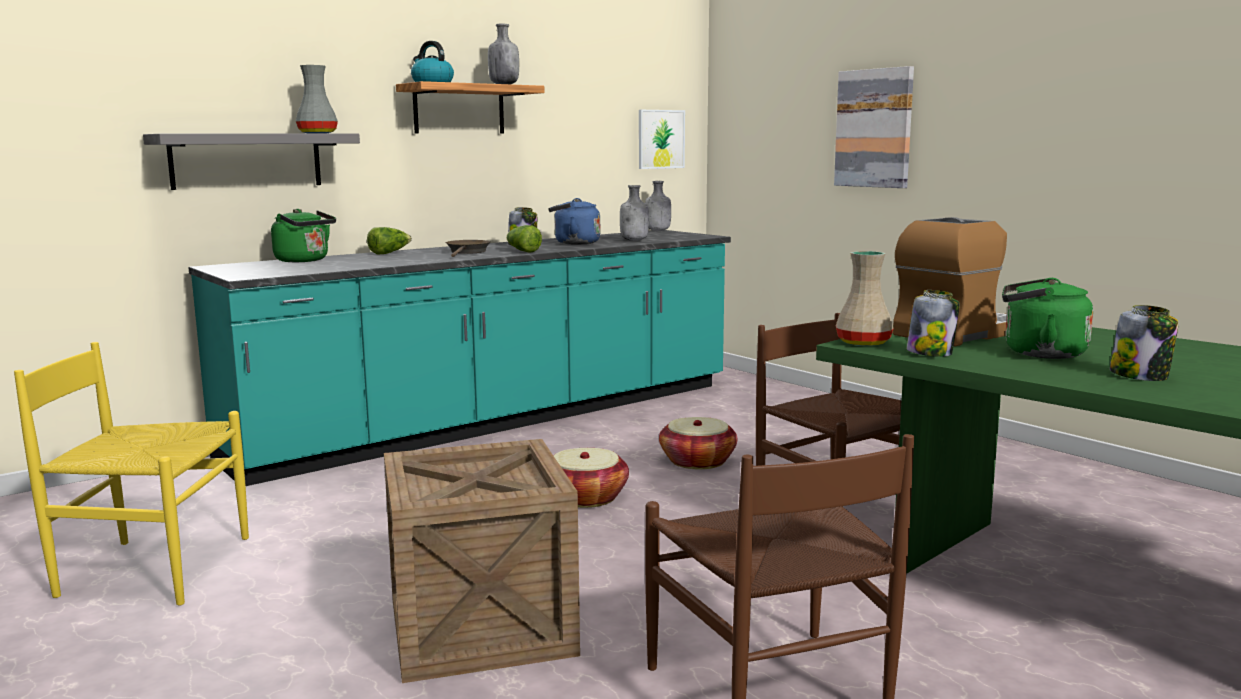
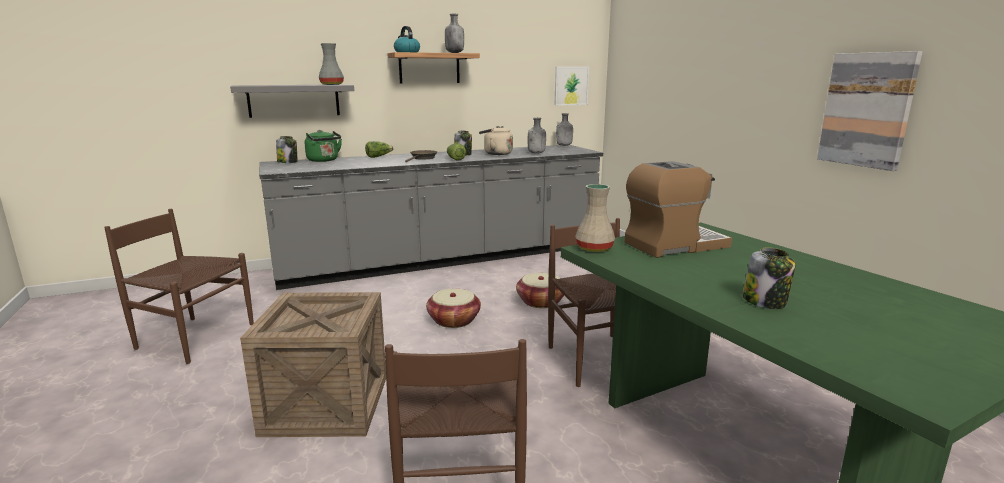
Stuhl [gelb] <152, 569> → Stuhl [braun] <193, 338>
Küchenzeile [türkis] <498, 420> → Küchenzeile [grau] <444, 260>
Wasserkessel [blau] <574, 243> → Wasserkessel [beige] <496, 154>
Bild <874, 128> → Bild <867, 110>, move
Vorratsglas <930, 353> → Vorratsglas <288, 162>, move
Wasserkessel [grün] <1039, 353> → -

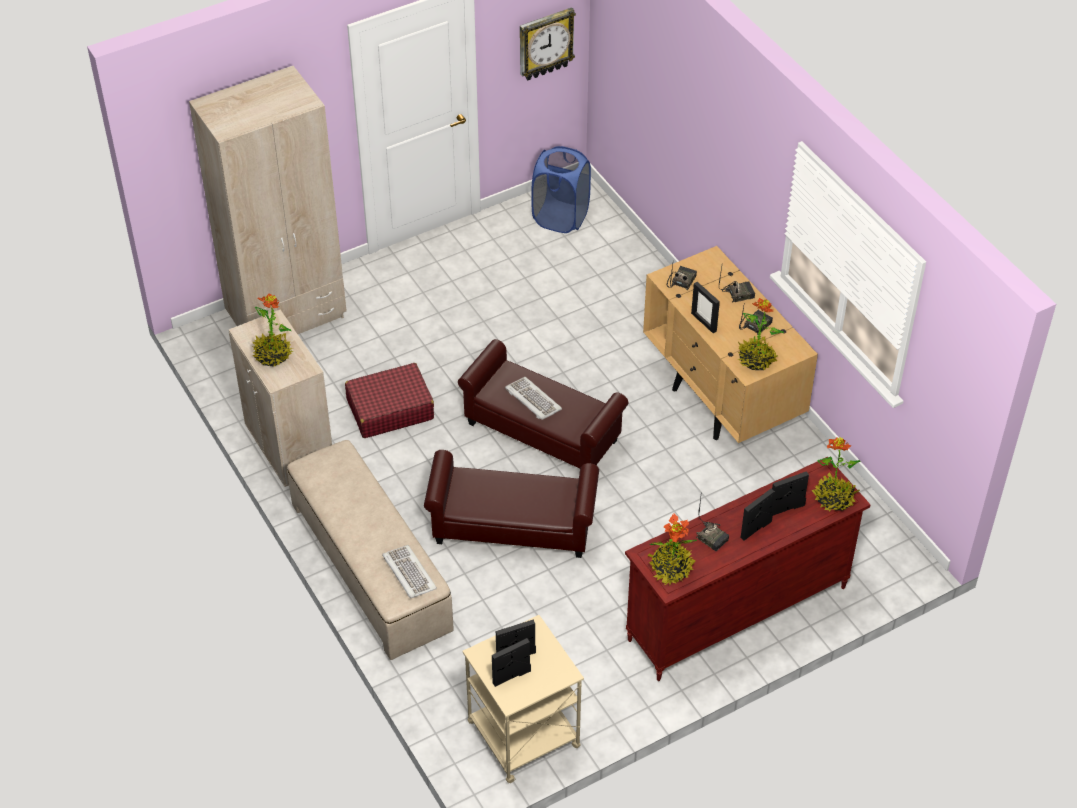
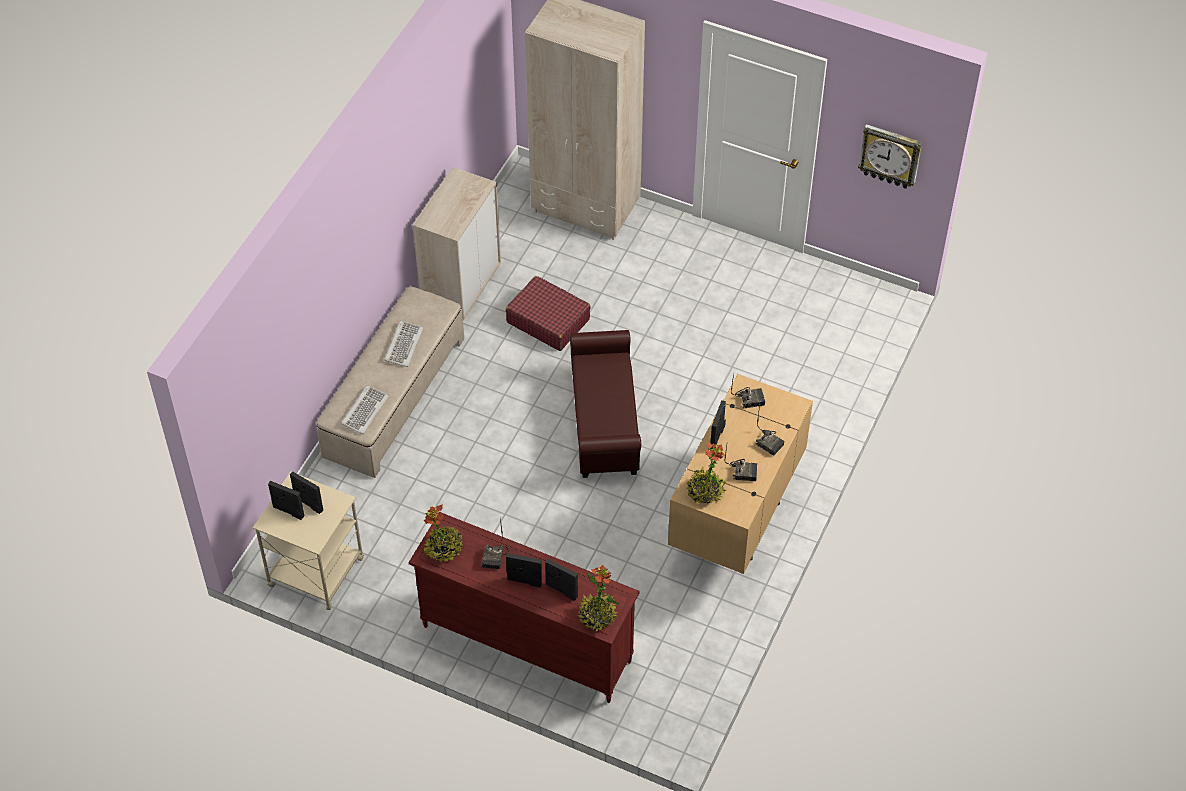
Topfpflanze <273, 355> → -
Polsterhocker [braun] <512, 527> → -
Tastatur <532, 400> → Tastatur <403, 345>, move
Wäschekorb [blau] <560, 217> → -

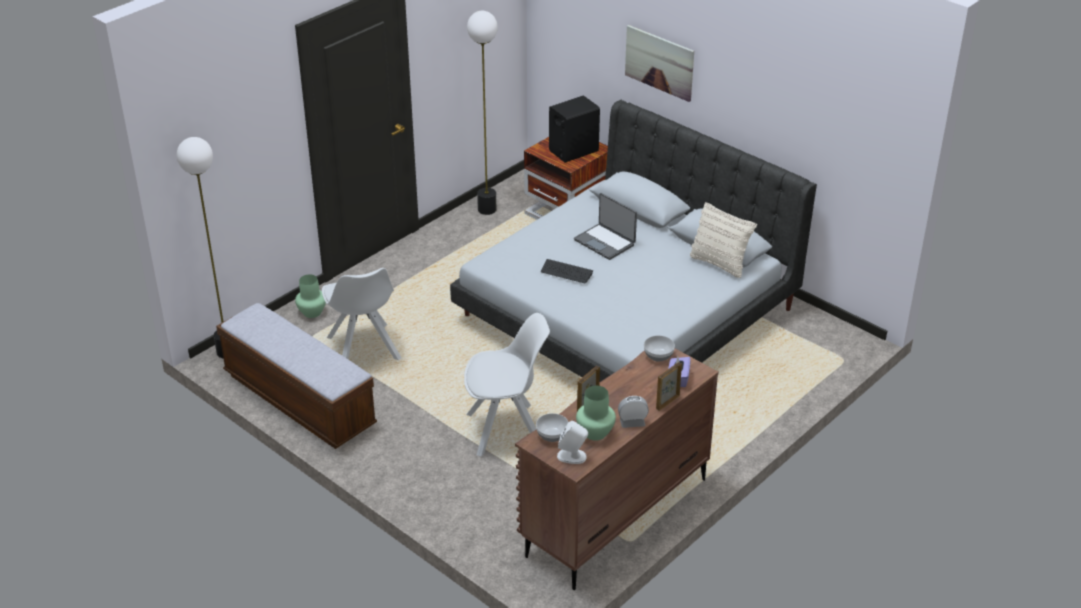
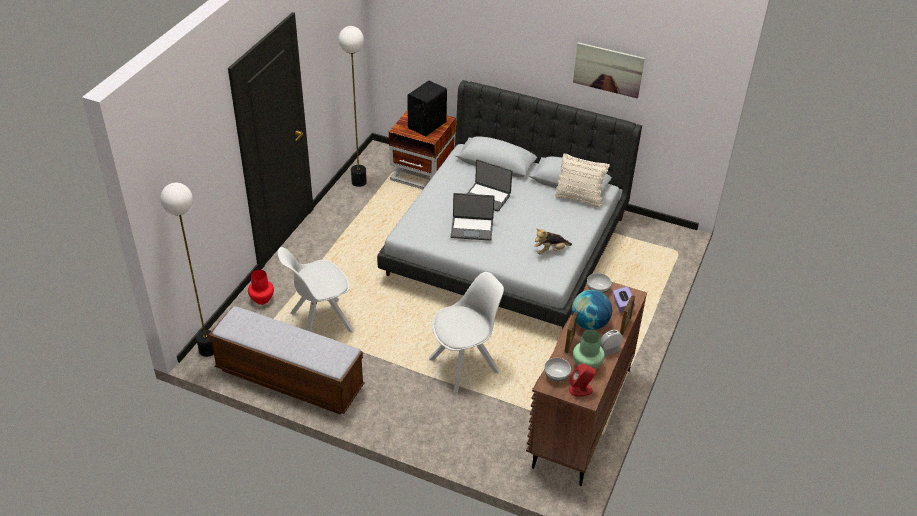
Vase [grün] <312, 312> → Vase [rot] <262, 299>
Stuhl [weiß] <363, 349> → Stuhl [weiß] <320, 322>, 105 degrees clockwise
Tastatur <566, 272> → Laptop <472, 228>
Lautsprecher [weiß] <572, 456> → Lautsprecher [rot] <581, 389>
Bild <659, 62> → Bild <608, 69>, move
- → Plüschtier <550, 250>
- → Globus <589, 324>

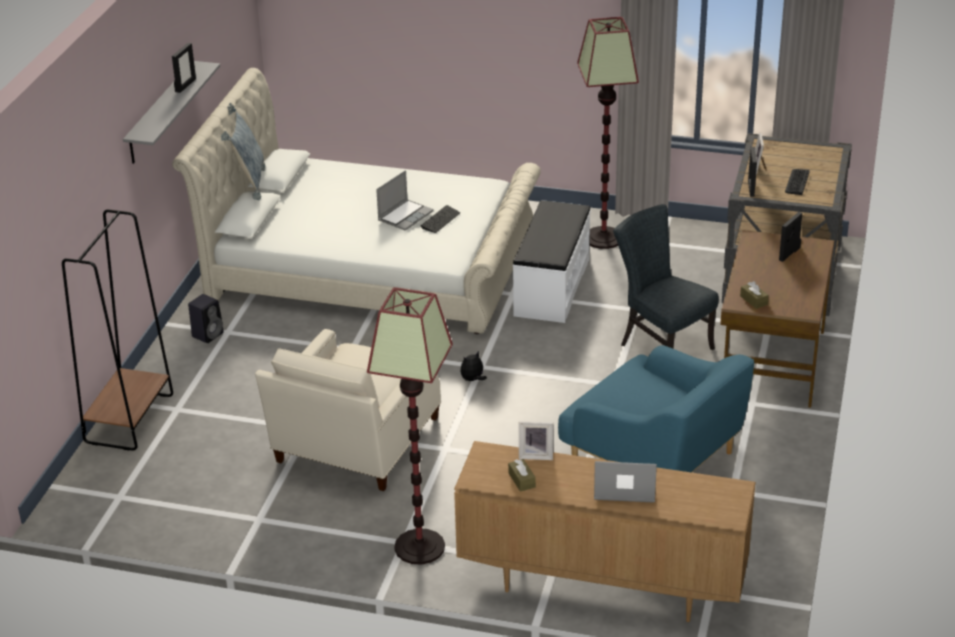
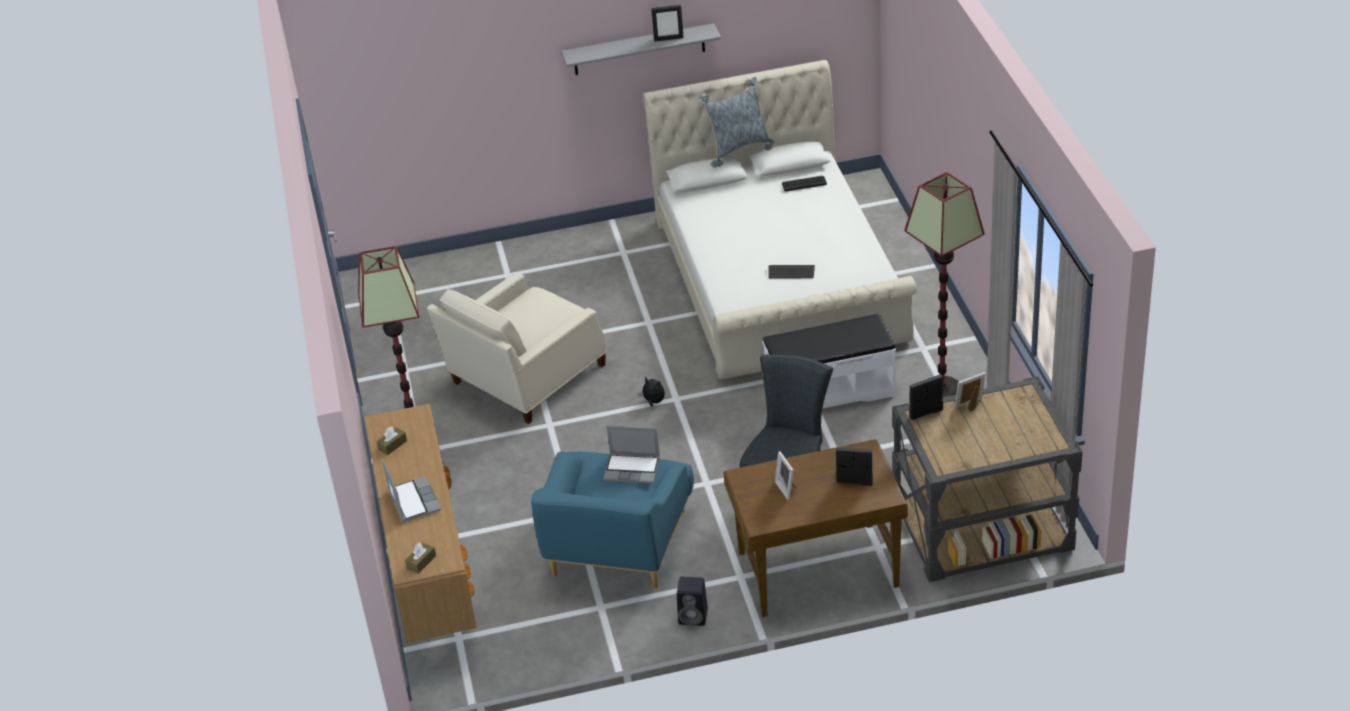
Kleiderständer <129, 419> → -
Lautsprecher [schwarz] <208, 334> → Lautsprecher [schwarz] <694, 616>, move
Sessel [beige] <355, 442> → Sessel [beige] <526, 376>, 45 degrees counterclockwise
Laptop <405, 216> → Laptop <633, 469>, move
Bilderrahmen <536, 455> → Bilderrahmen <787, 488>, move
Taschentuchbox [braun] <753, 300> → Taschentuchbox [braun] <421, 562>, move
Tastatur <797, 182> → Tastatur <804, 183>, move

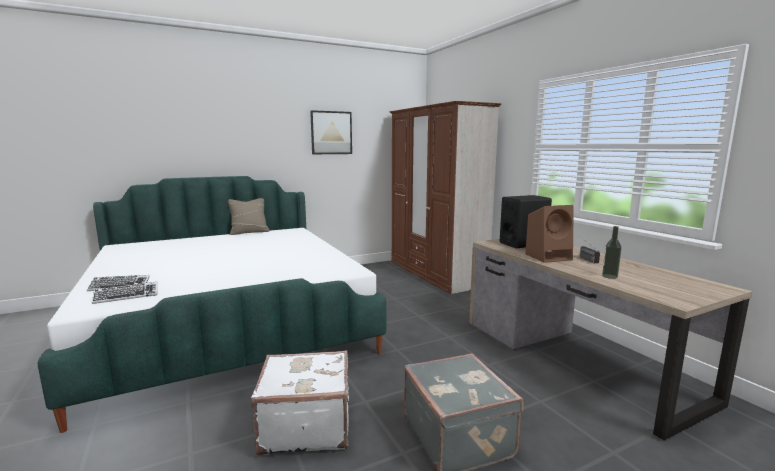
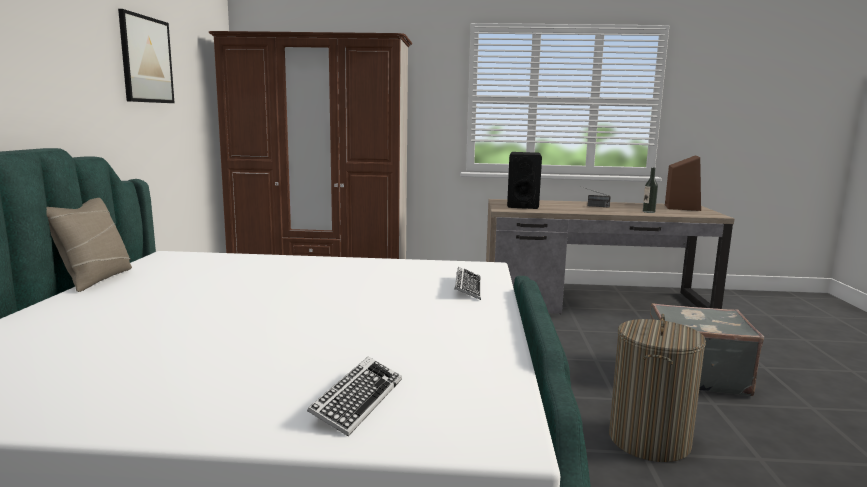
Tastatur <126, 296> → Tastatur <467, 288>, move
Koffer [weiß] <305, 425> → Wäschekorb <649, 440>
Lautsprecher [braun] <549, 257> → Lautsprecher [braun] <681, 207>, move

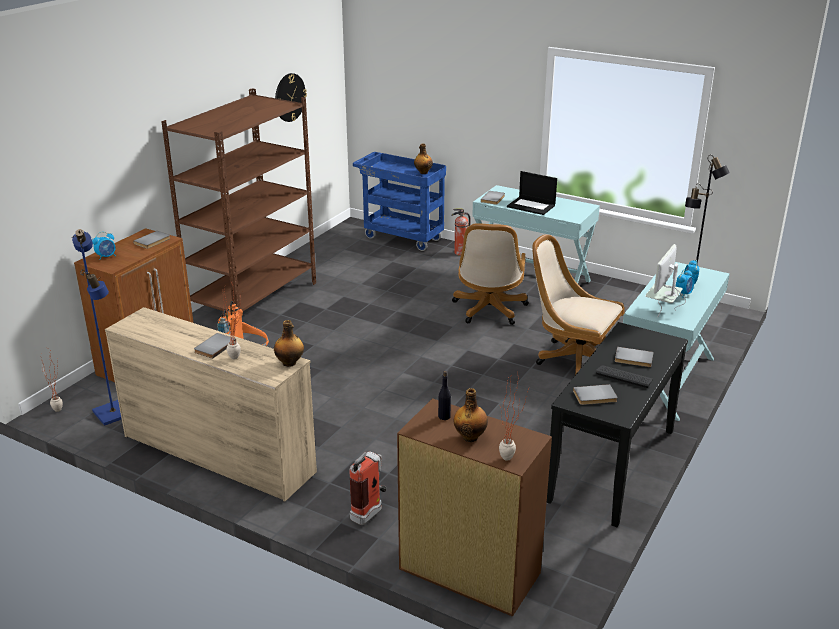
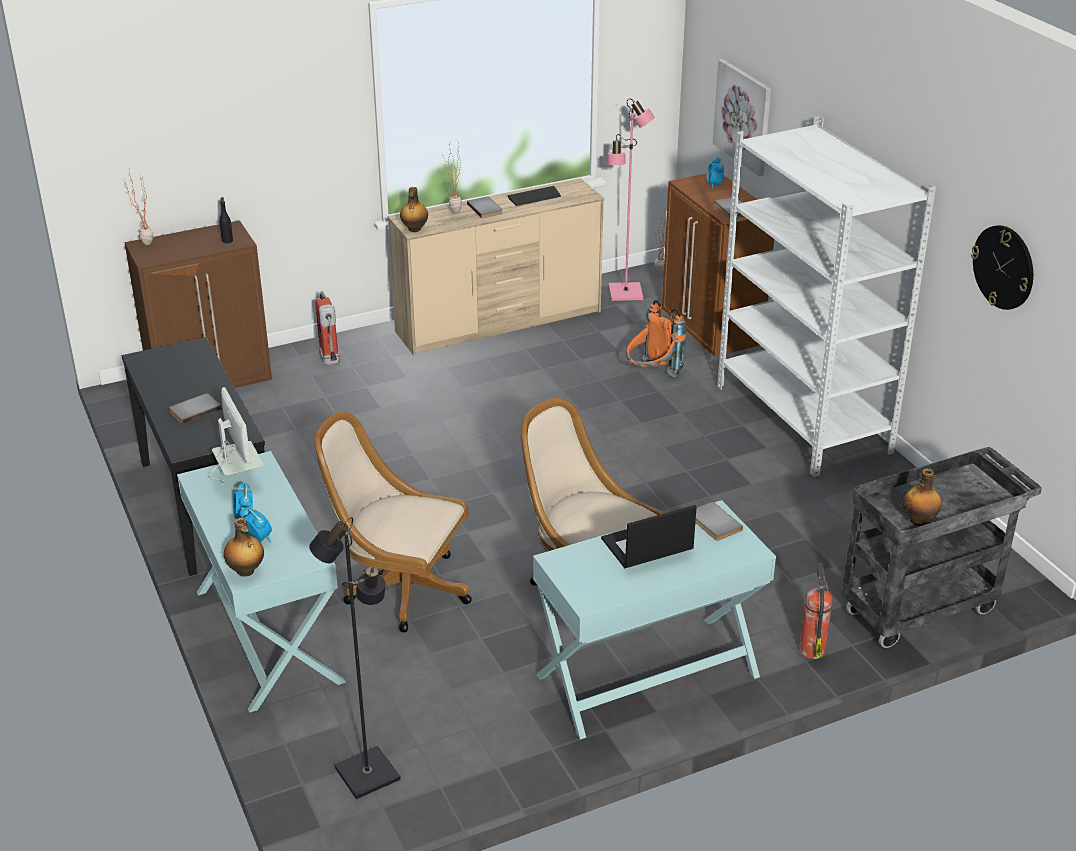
Stehlampe [blau] <113, 413> → Stehlampe [rosa] <625, 292>
Bücherregal [braun] <254, 300> → Bücherregal [weiß] <802, 419>
Rollwagen [blau] <400, 238> → Rollwagen [schwarz] <924, 611>
Flasche <470, 437> → Flasche <246, 571>, move
Bürostuhl <572, 359> → Bürostuhl <399, 587>, 135 degrees counterclockwise
Buch [grau] <595, 397> → -
Tastatur <624, 377> → Tastatur <534, 197>, move
- → Bild <744, 116>

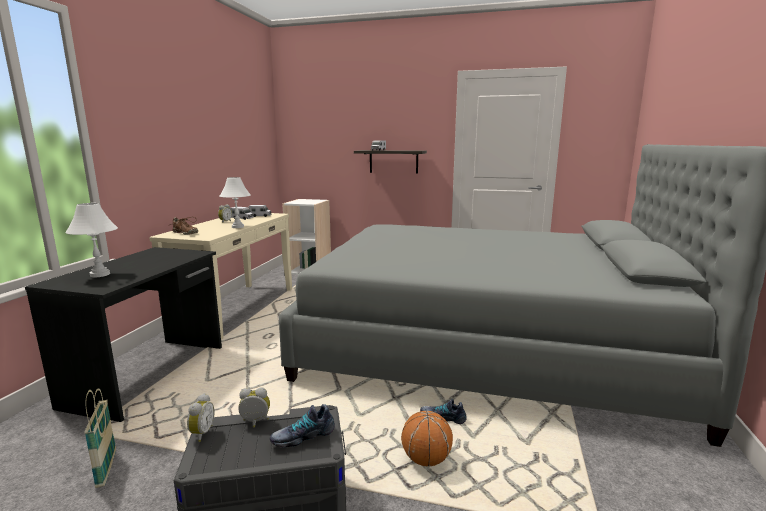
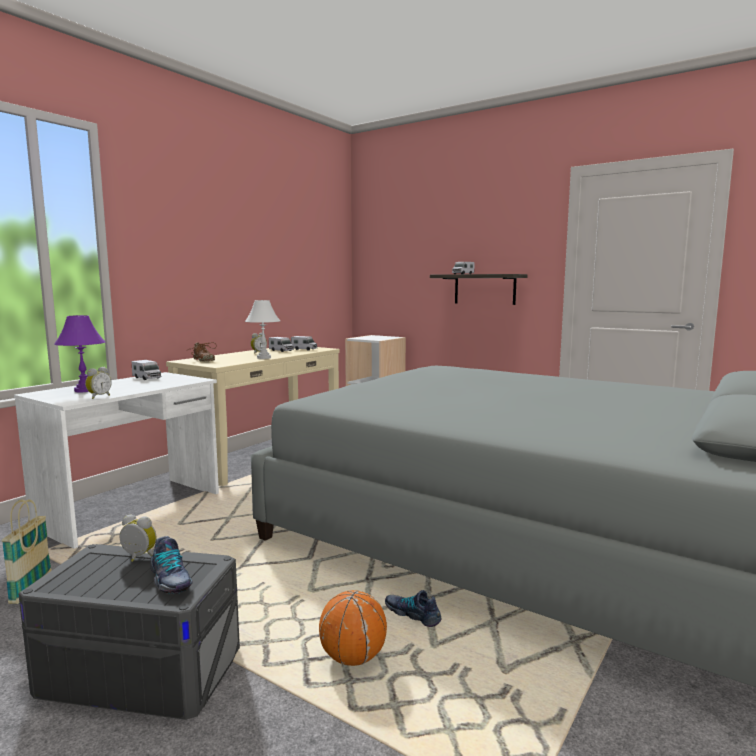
Schreibtisch [schwarz] <150, 375> → Schreibtisch [weiß] <132, 509>
Tischlampe [weiß] <99, 274> → Tischlampe [lila] <84, 390>
Wecker <201, 433> → Wecker <98, 397>, move
Schuh <303, 436> → Schuh <170, 579>, 120 degrees counterclockwise
- → Spielzeuglaster <147, 378>

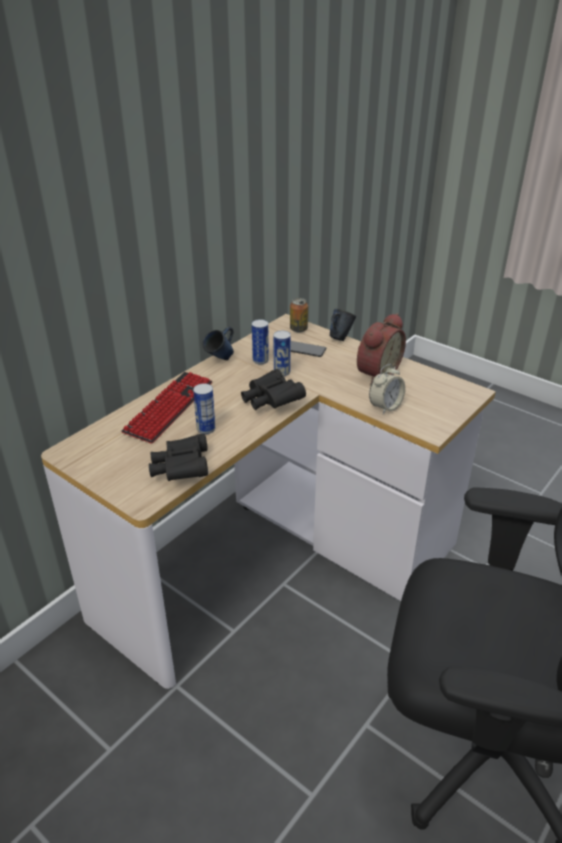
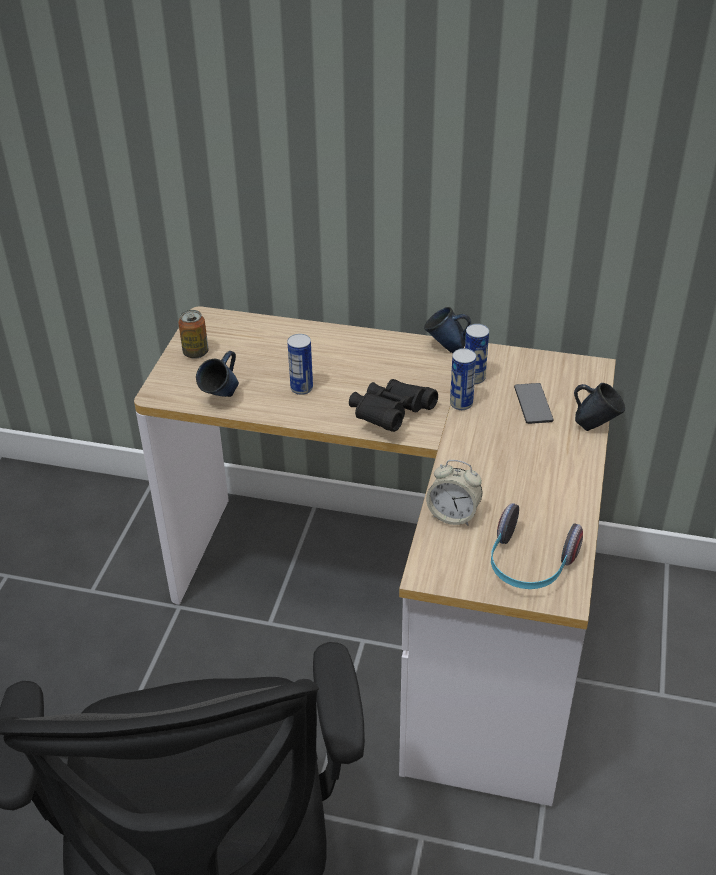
Tastatur <169, 407> → -
Fernglas [schwarz] <181, 470> → Henkelbecher [blau] <222, 398>
Dose <298, 329> → Dose <195, 353>, move
Wecker <376, 373> → -
- → Kopfhörer <529, 565>

